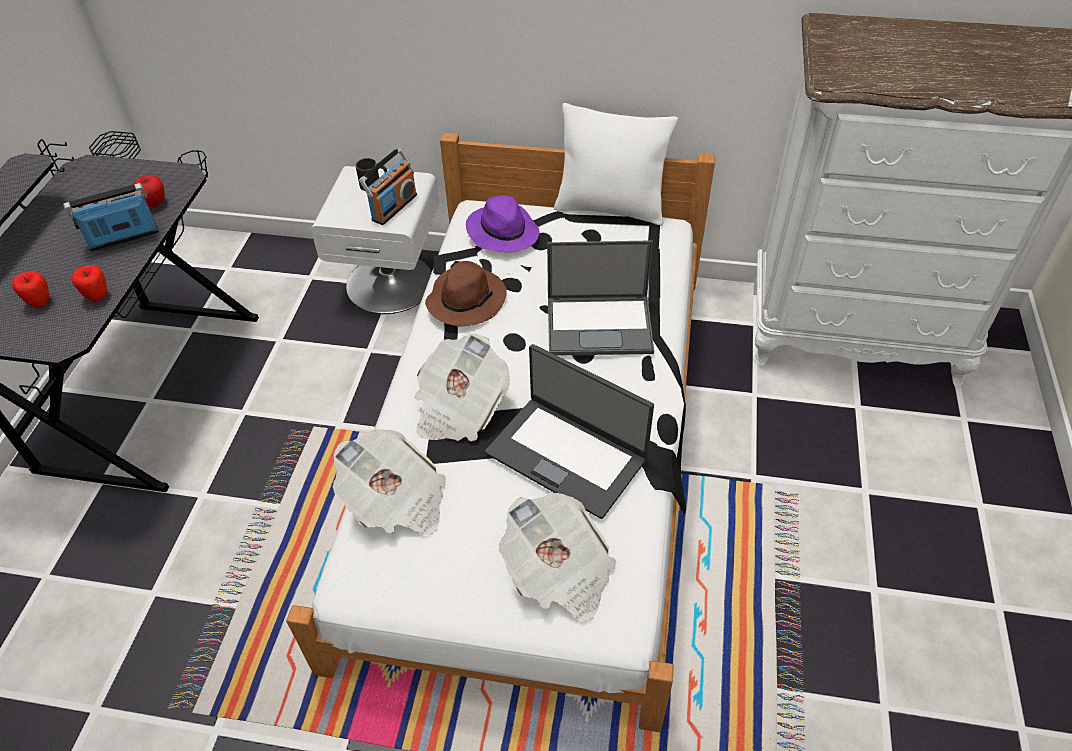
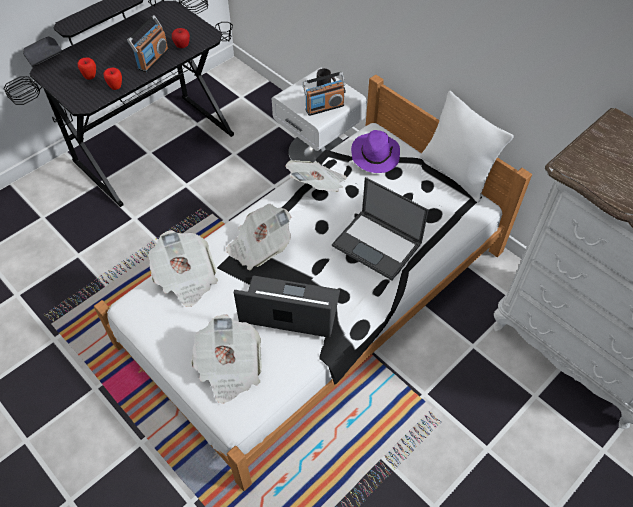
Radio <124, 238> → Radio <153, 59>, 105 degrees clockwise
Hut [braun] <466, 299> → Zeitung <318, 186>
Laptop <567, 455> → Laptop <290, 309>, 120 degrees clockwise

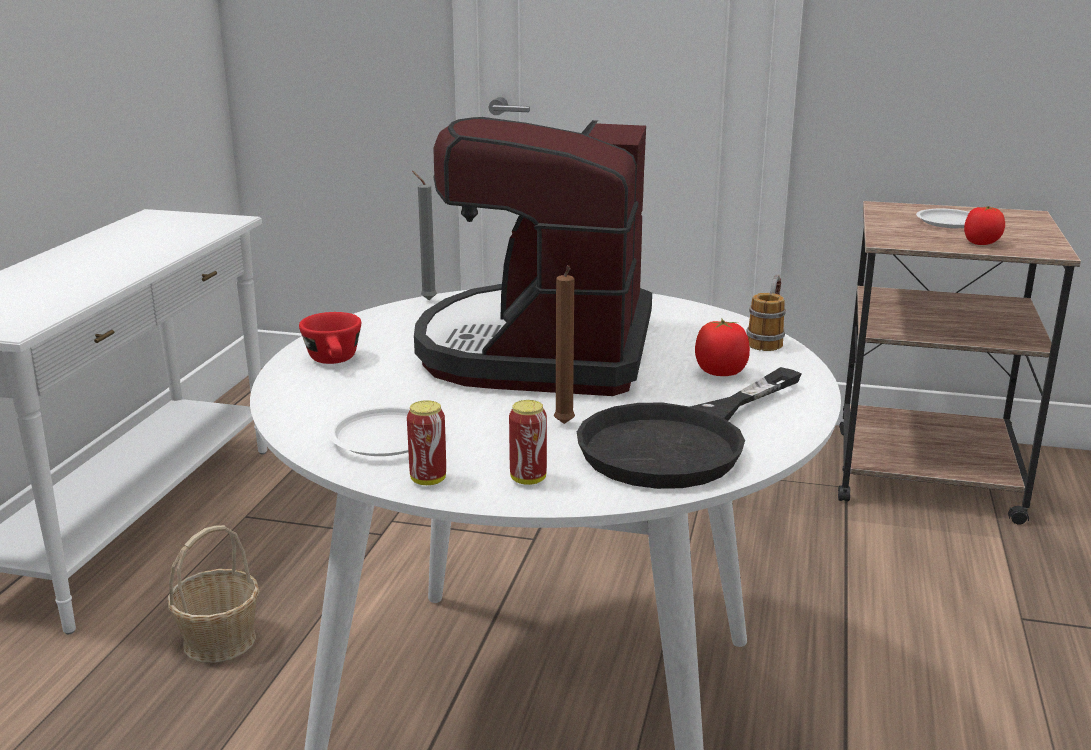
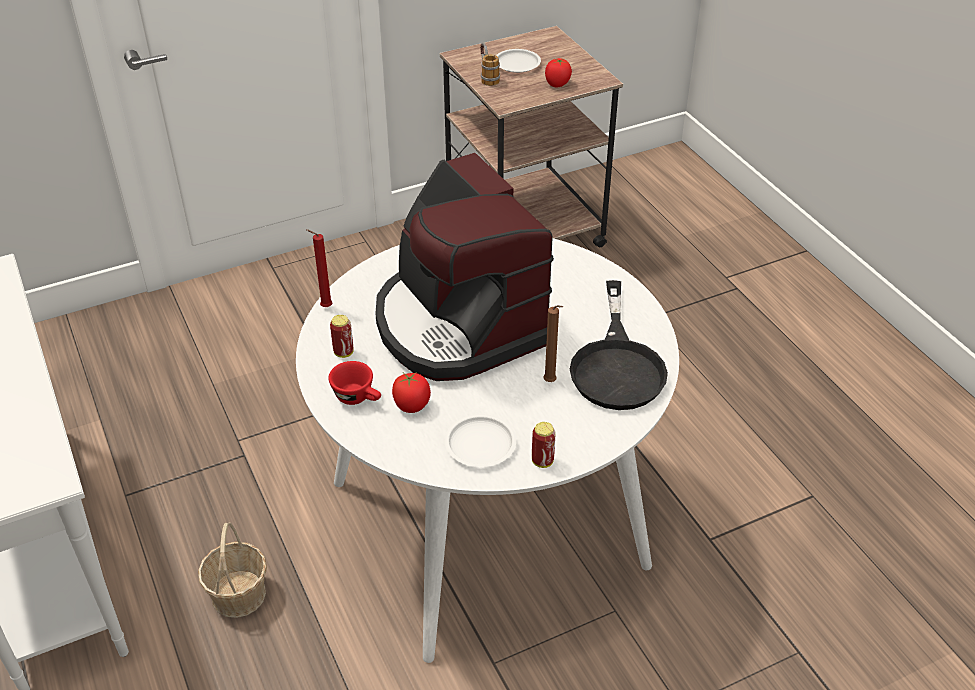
Kerze [grau] <427, 299> → Kerze [rot] <324, 307>
Dose <528, 479> → Dose <343, 352>, move
Tomate <720, 373> → Tomate <412, 405>, move
Henkelbecher <767, 339> → Henkelbecher <487, 77>, move

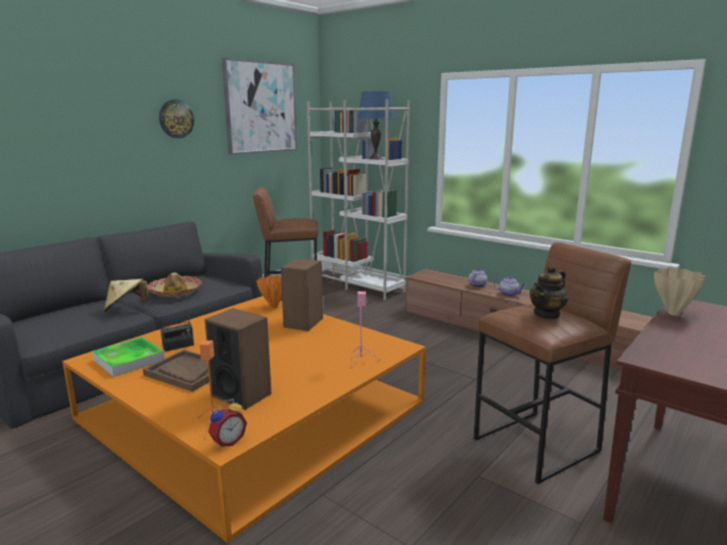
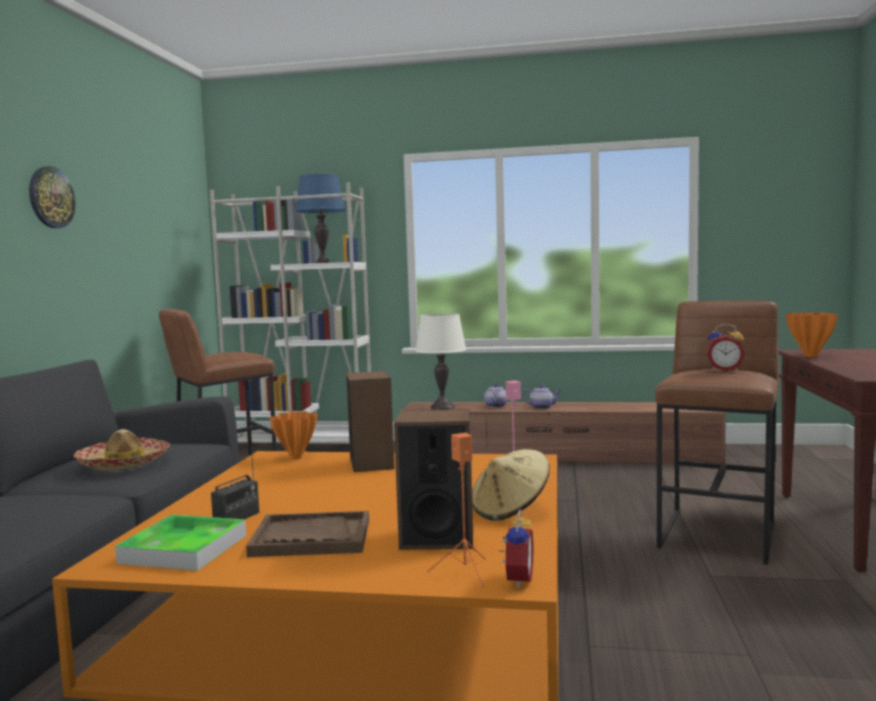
Hut [beige] <126, 309> → Hut [beige] <511, 510>, move
Bild <261, 107> → -
Teekanne <547, 314> → Wecker <724, 370>
Vase [beige] <673, 313> → Vase [orange] <810, 356>
- → Tischlampe [weiß] <442, 407>

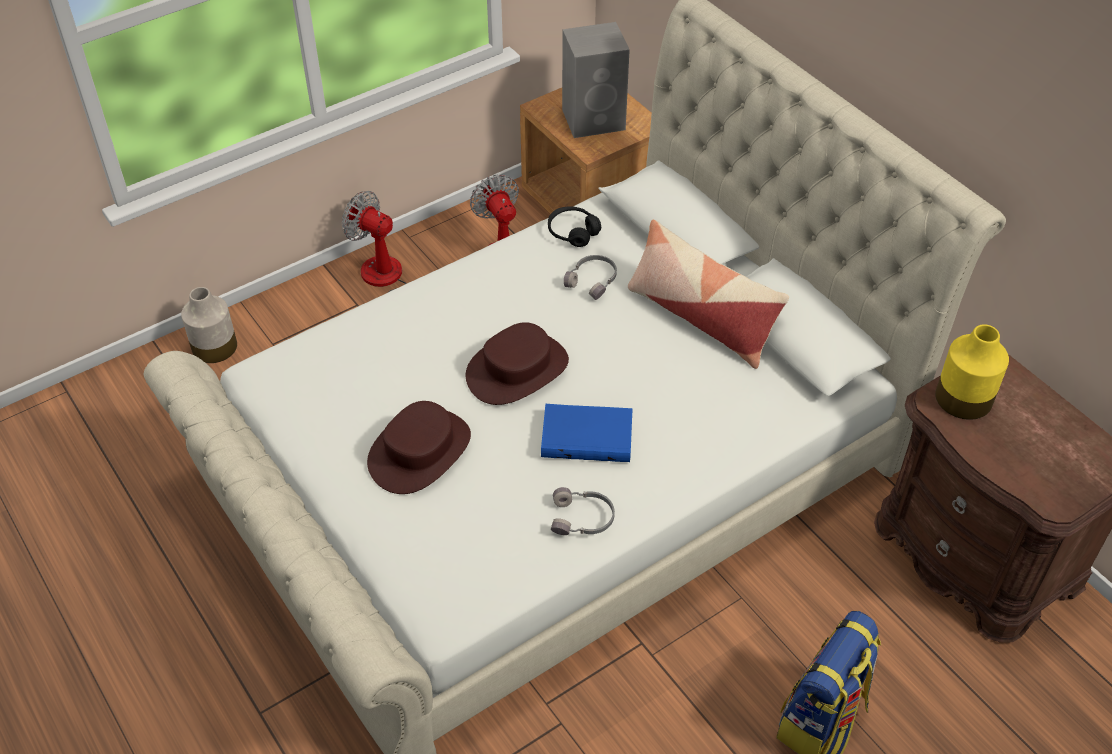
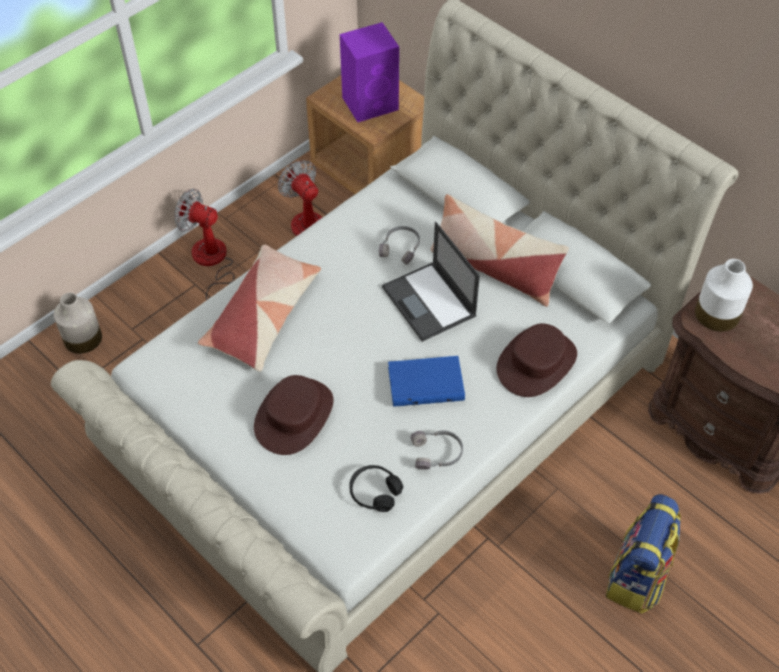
Hut [braun] <517, 370> → Hut [braun] <536, 363>, move
Kopfhörer [schwarz] <573, 232> → Kopfhörer [schwarz] <375, 492>, move
Lautsprecher [grau] <595, 119> → Lautsprecher [lila] <371, 103>
Vase [gelb] <964, 397> → Vase [weiß] <717, 313>
- → Kissen <263, 315>
- → Laptop <430, 302>

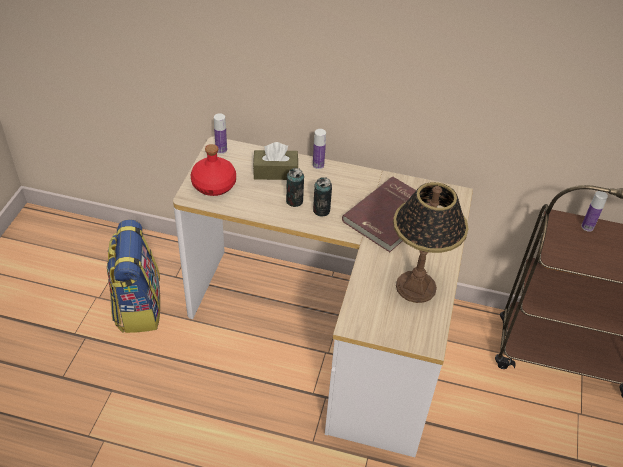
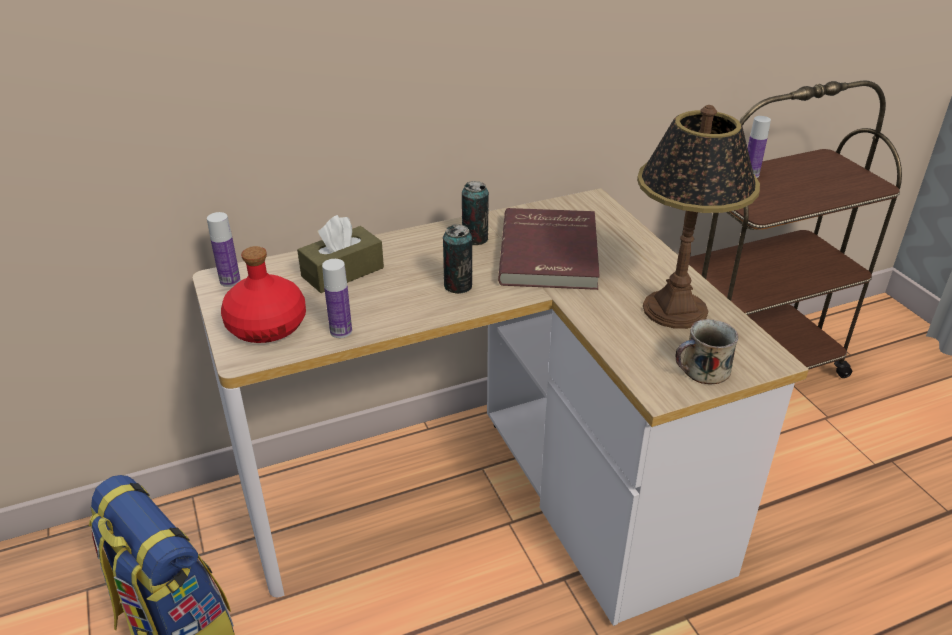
Dose <294, 201> → Dose <475, 239>, move
Flasche <318, 165> → Flasche <341, 331>, move
- → Henkelbecher <703, 370>

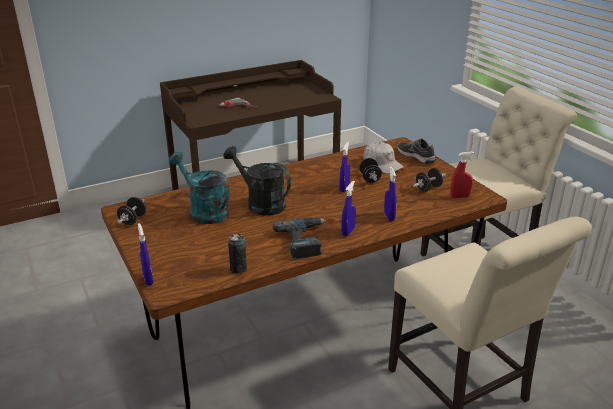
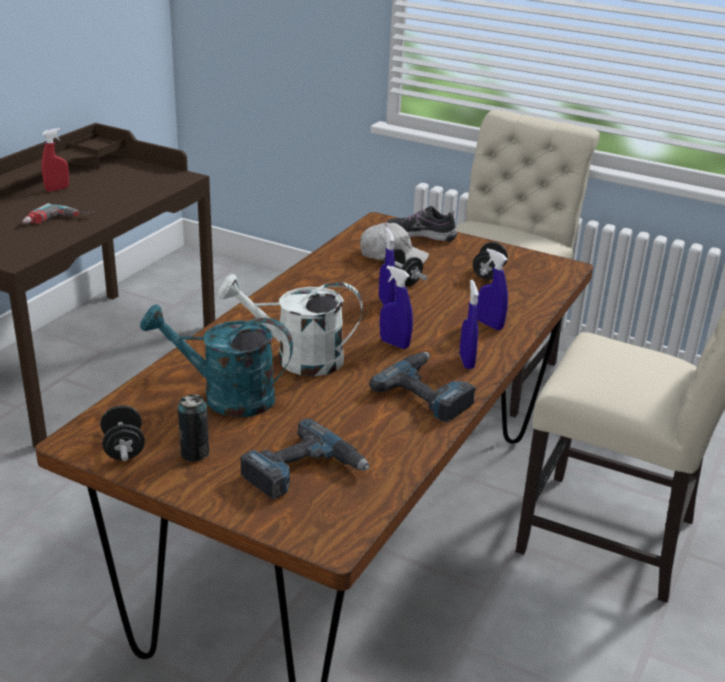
Sprühflasche [blau] <148, 279> → Sprühflasche [blau] <394, 344>, move
Gießkanne [schwarz] <260, 203> → Gießkanne [weiß] <297, 359>
Dose <238, 269> → Dose <195, 453>, move
Sprühflasche [rot] <459, 197> → Sprühflasche [rot] <57, 189>, move
- → Bohrmaschine <303, 471>

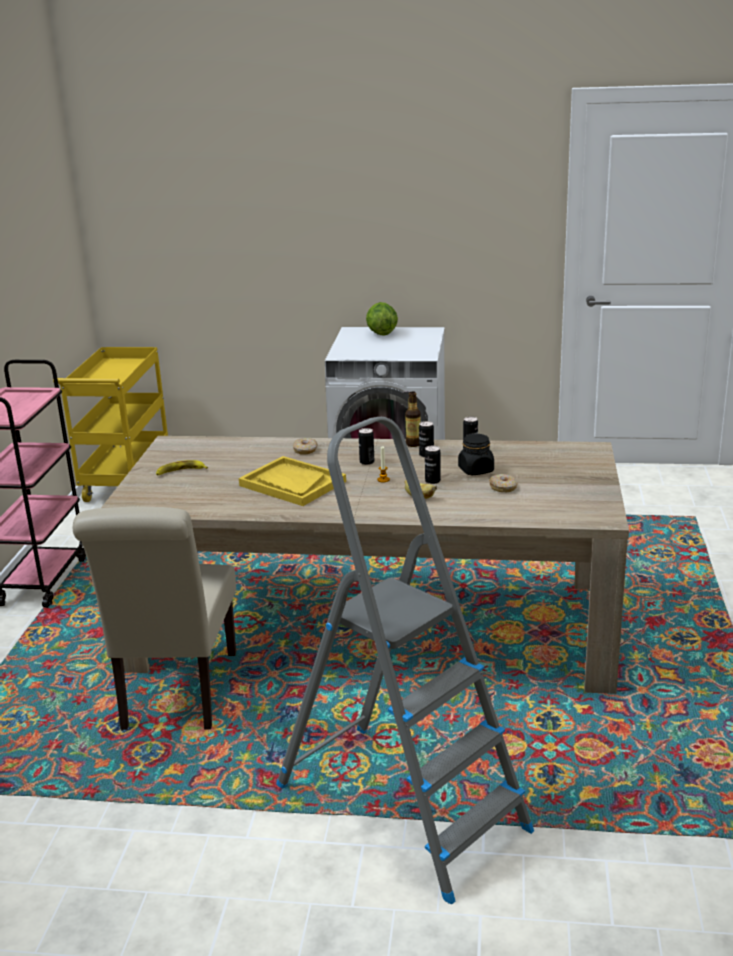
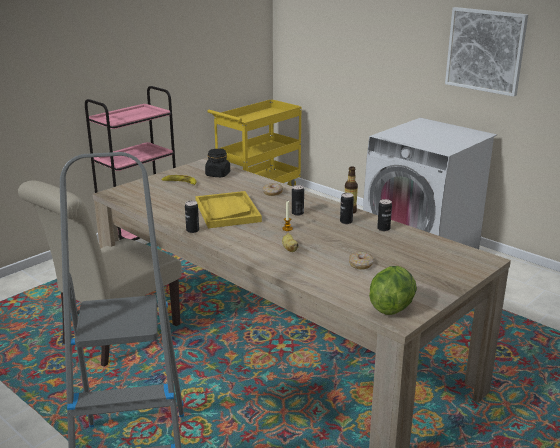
Salatkopf <381, 333> → Salatkopf <391, 307>, move
Dose <432, 481> → Dose <192, 230>, move
Vorratsglas [schwarz] <476, 470> → Vorratsglas [schwarz] <218, 174>, move
- → Bild <485, 50>

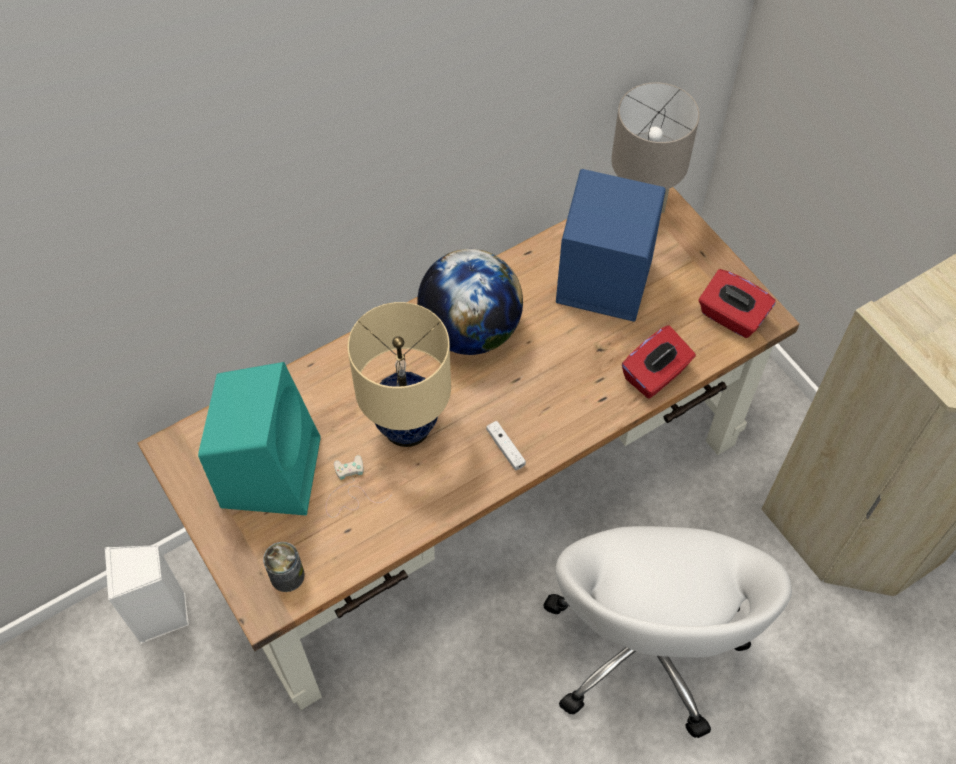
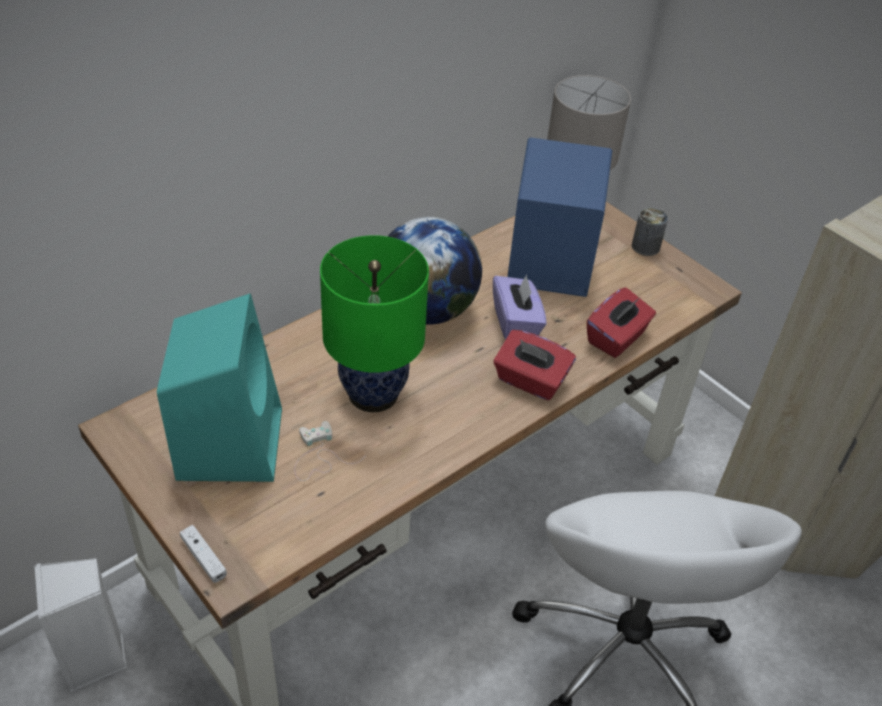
Dose <287, 575> → Dose <645, 247>, move
Tischlampe [beige] <406, 425> → Tischlampe [grün] <373, 393>
Gamepad [weiß] <505, 448> → Gamepad [weiß] <204, 558>, move
Taschentuchbox [rot] <731, 316> → Taschentuchbox [rot] <530, 381>, move
- → Taschentuchbox [lila] <516, 322>

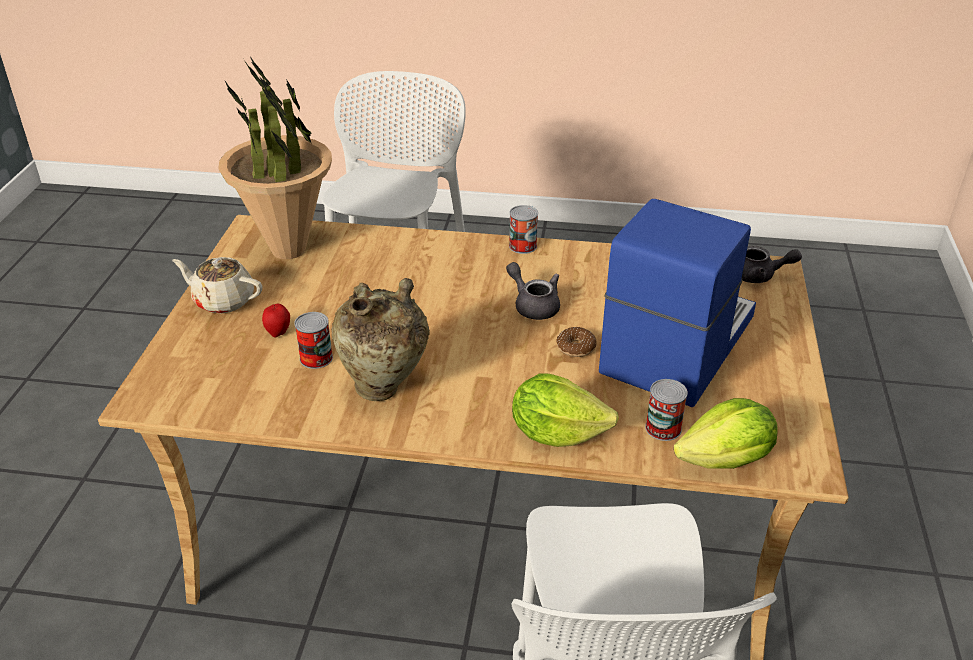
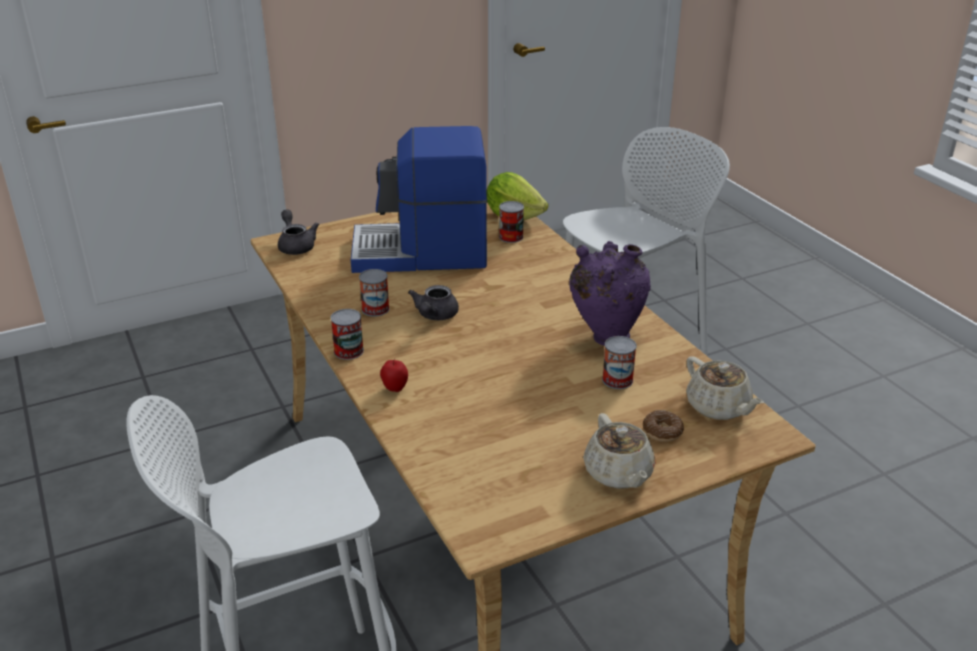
Topfpflanze <289, 250> → -
Apfel <278, 333> → Apfel <395, 388>, move
Vase [beige] <384, 388> → Vase [lila] <606, 336>
Salatkopf <557, 433> → -
Donut <576, 347> → Donut <662, 431>, move
- → Dose <375, 309>
- → Teekanne [beige] <718, 407>

